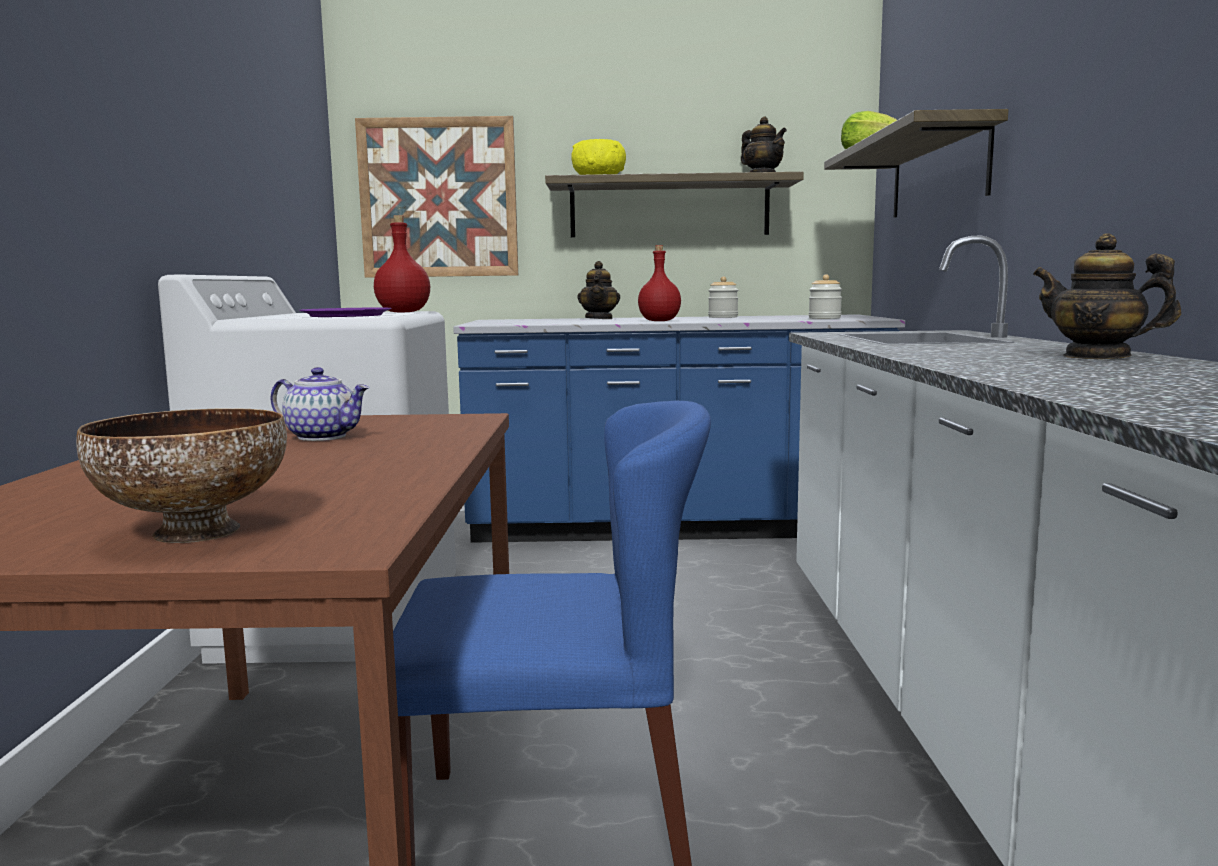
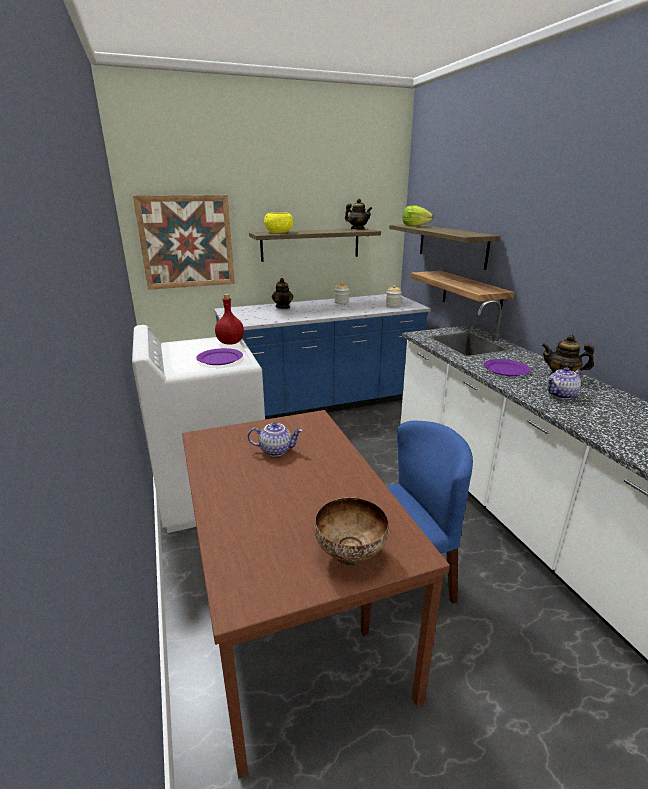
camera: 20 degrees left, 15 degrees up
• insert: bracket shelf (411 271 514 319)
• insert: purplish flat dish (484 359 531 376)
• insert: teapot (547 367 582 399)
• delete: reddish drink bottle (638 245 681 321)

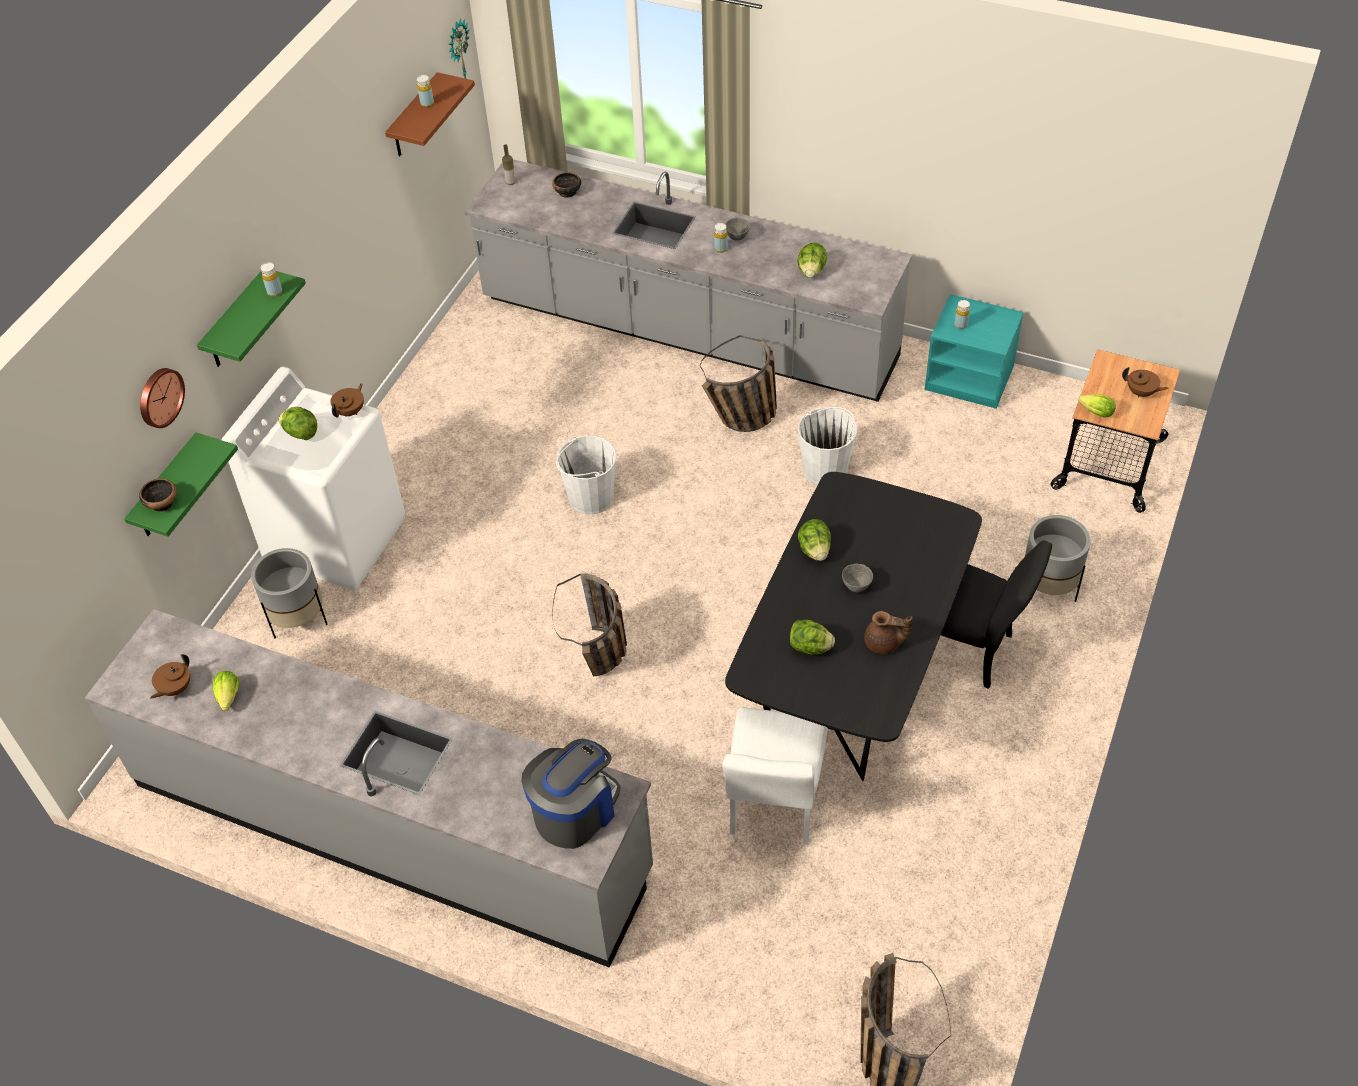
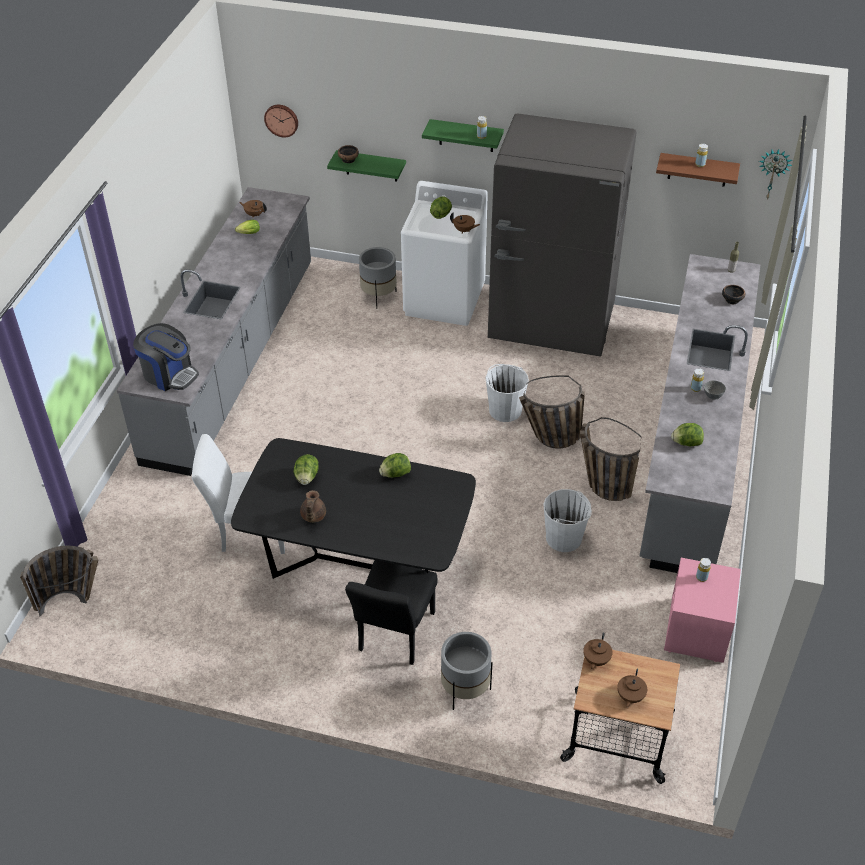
camera: 80 degrees right, 5 degrees down
• move: clock on the wall (140 368 185 428) to (264 105 298 138)
• insert: gray kitchen fridge (488 113 637 357)
• move: storage basket (552 573 627 677) to (519 375 585 449)
• replace: head of lettuce (1078 394 1116 418) to brown-coloured teapot (583 633 613 669)
• recolor: turquoise-coloured nightstand (925 294 1024 409) to pink-coloured nightstand (664 558 741 663)
• delete: gray serving bowl (842 564 873 592)

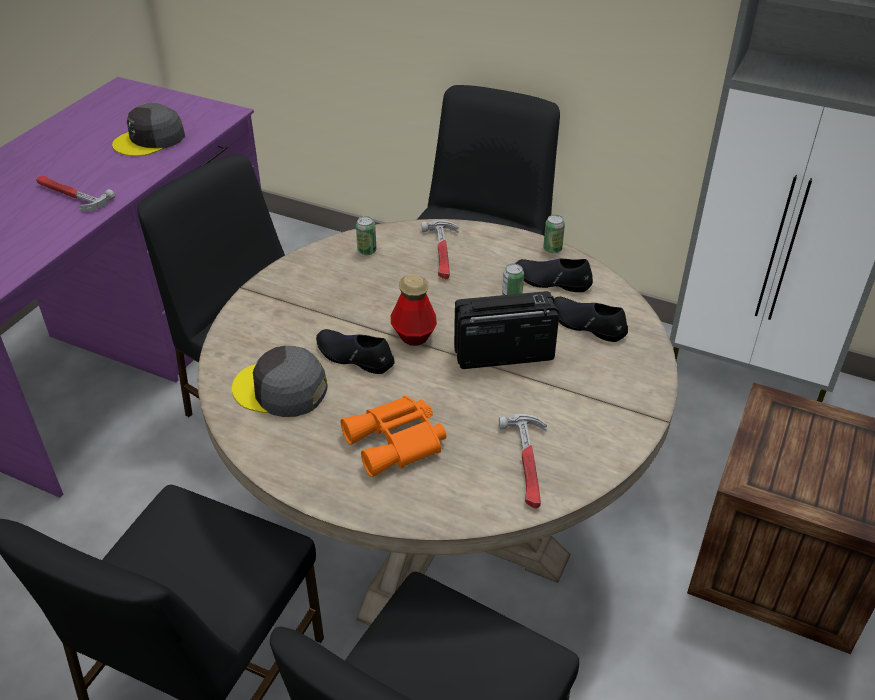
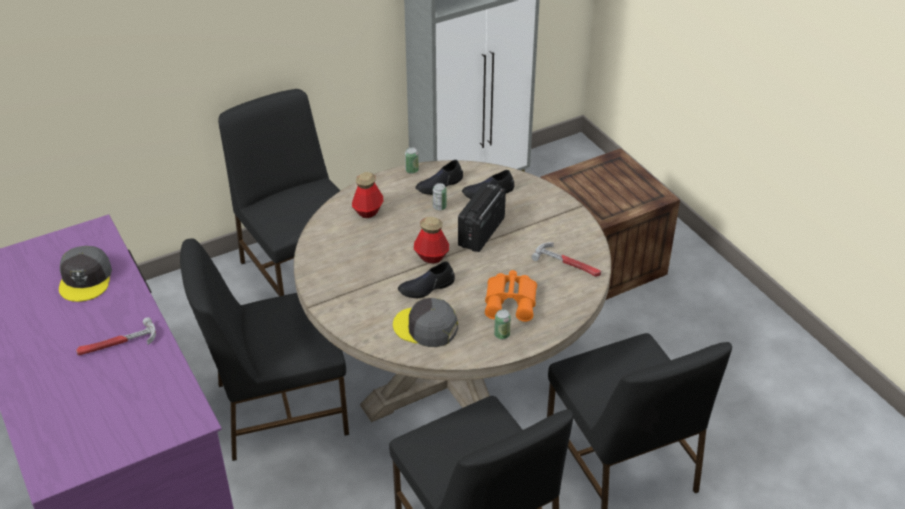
camera: 55 degrees left, 0 degrees up
• replace: tool hammer (422 220 459 279) to drink bottle (352 172 383 218)
• rotate: gray cap (232 346 328 417) = (393 298 458 347) 60 degrees clockwise
• move: metal can (356 216 377 255) to (494 309 511 339)

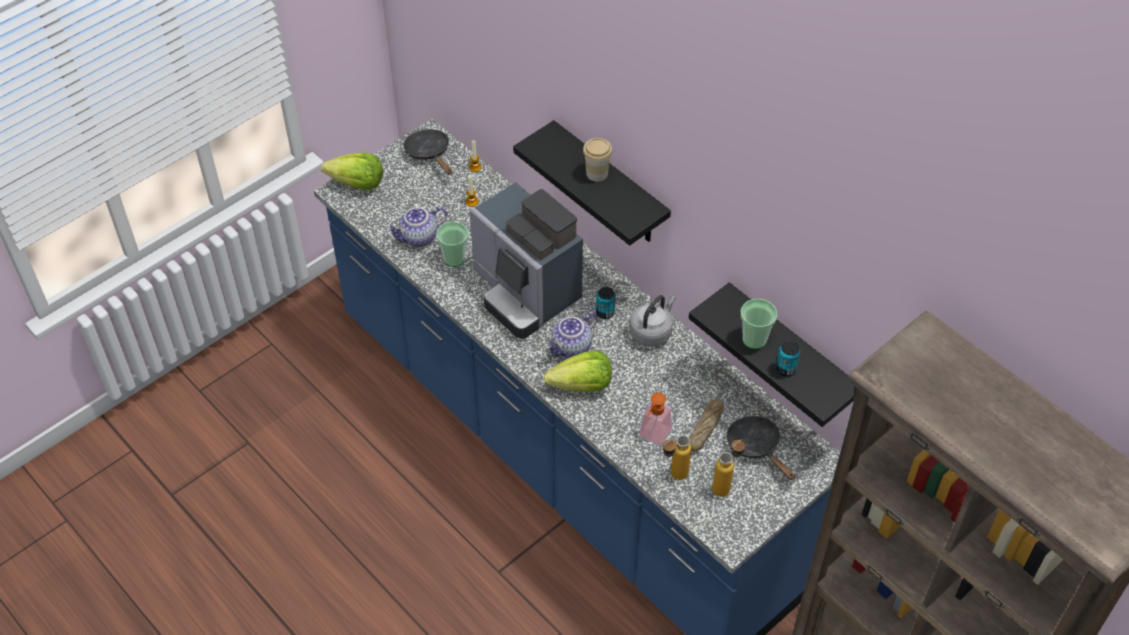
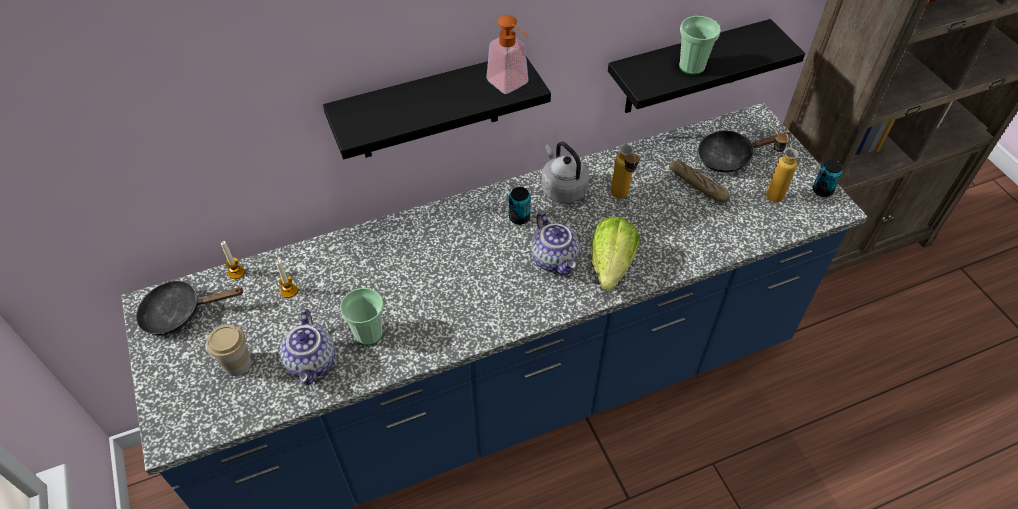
camera: 70 degrees left, 0 degrees up
• move: drinking cup (583 138 612 182) to (206 325 251 376)
• move: soap bottle (639 393 672 445) to (486 15 529 94)
• move: drink bottle (663 435 691 480) to (611 145 639 199)
• move: metal can (776 341 800 376) to (812 160 843 197)
• delete: head of lettuce (321 153 383 190)
• delete: coffee brewer (470 182 583 339)

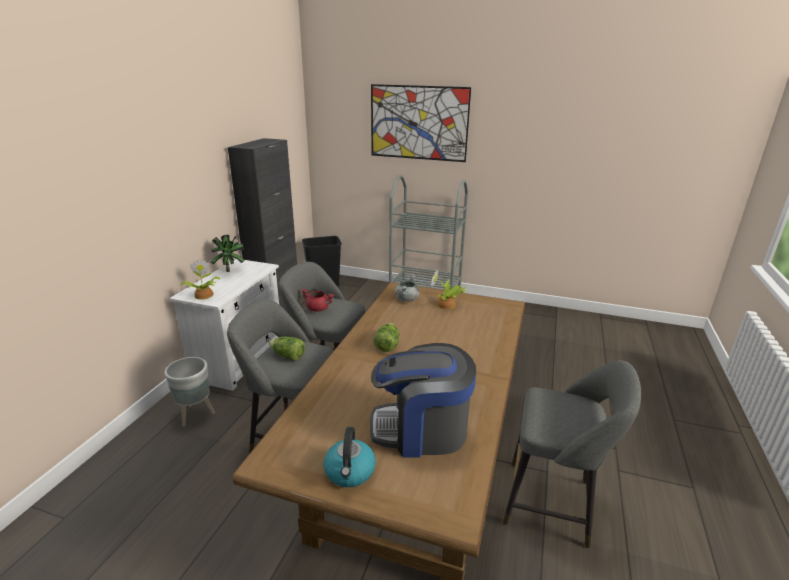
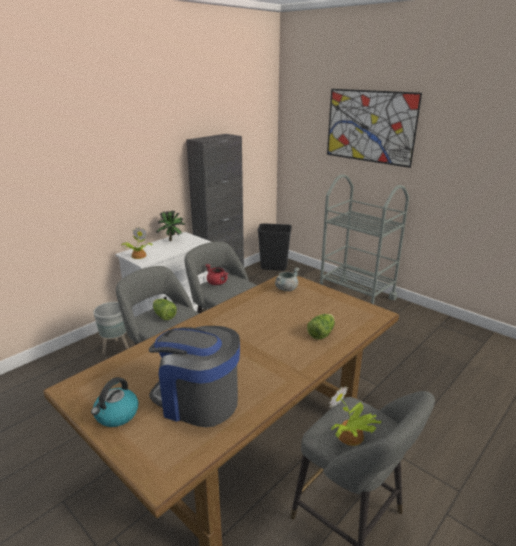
camera: 25 degrees right, 0 degrees up
• move: head of lettuce (373 323 399 352) to (307 314 335 340)
• move: plant in a pot (431 269 466 309) to (330 386 381 446)

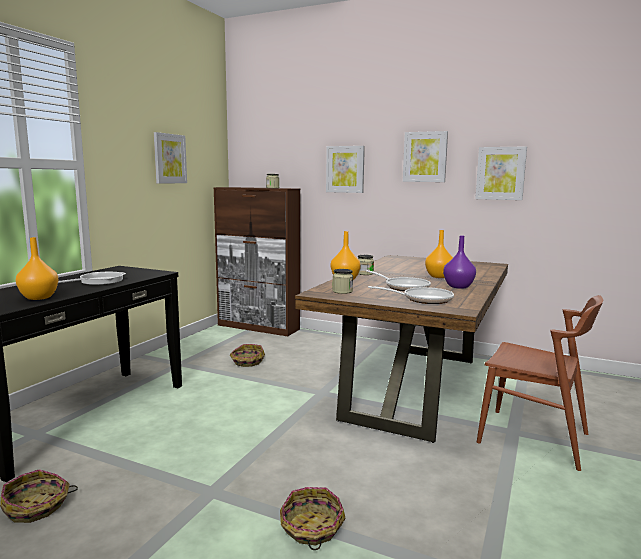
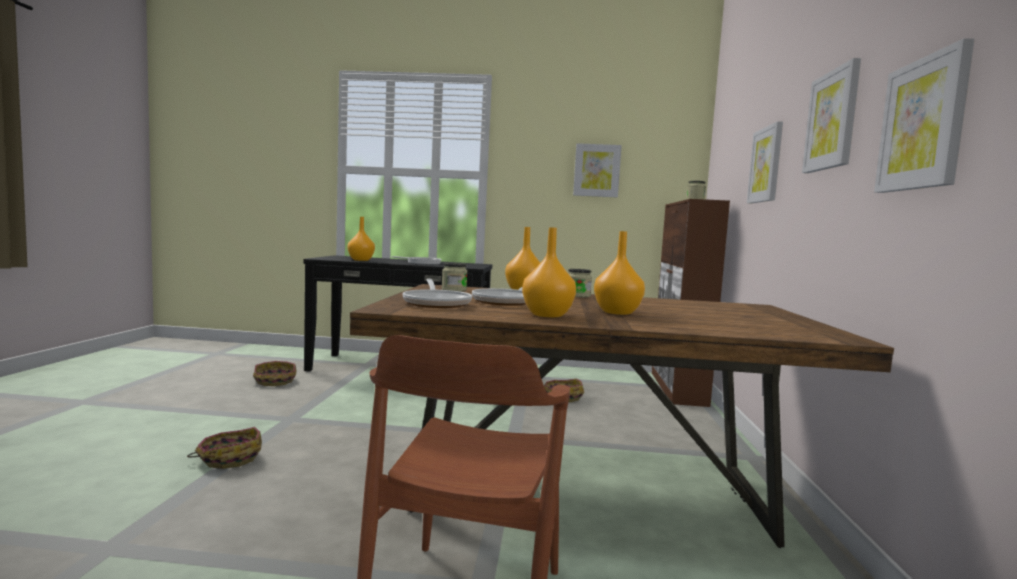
camera: 70 degrees right, 5 degrees down
• recolor: purplish decorative vase (443 235 476 289) to orangey decorative vase (522 227 576 317)

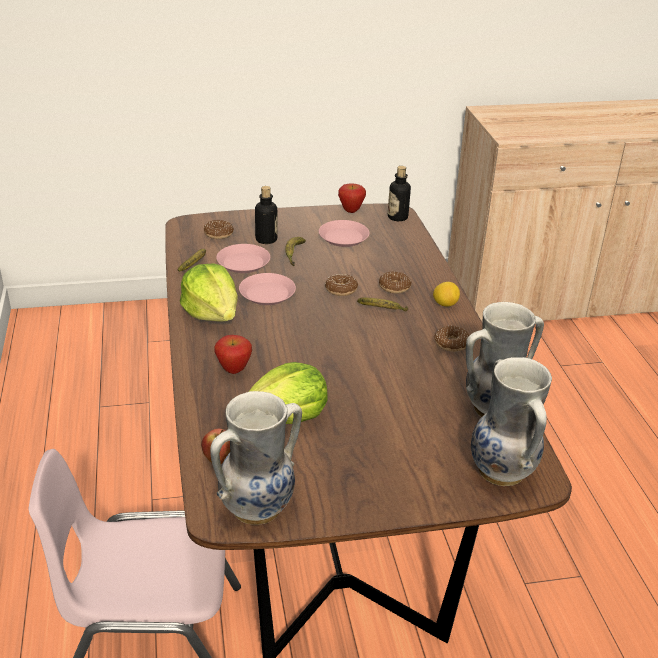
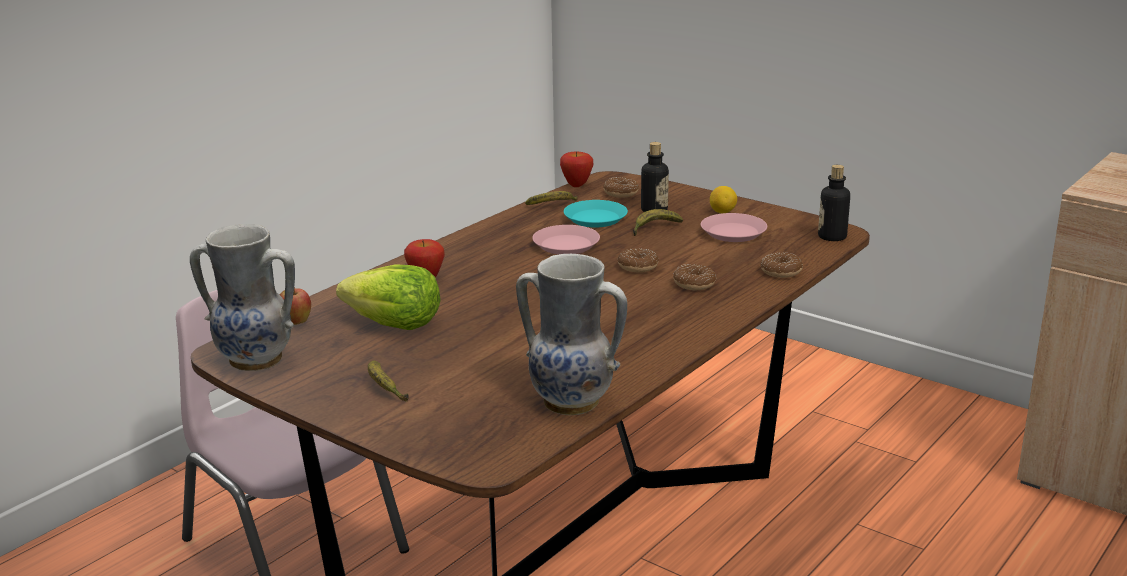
camera: 50 degrees right, 10 degrees down
• move: whole banana (357 297 408 311) to (368 360 409 402)
• move: apple (338 184 366 213) to (560 151 593 187)
• recolor: pink-coloured flat dish (216 244 270 273) to turquoise-coloured flat dish (564 200 628 227)
• move: citrus fruit (433 282 460 307) to (710 186 737 213)
• move: ring doughnut (434 325 469 352) to (760 252 803 278)
• delete: head of lettuce (180 263 238 321)
• delete: decorative vase (471 357 552 486)

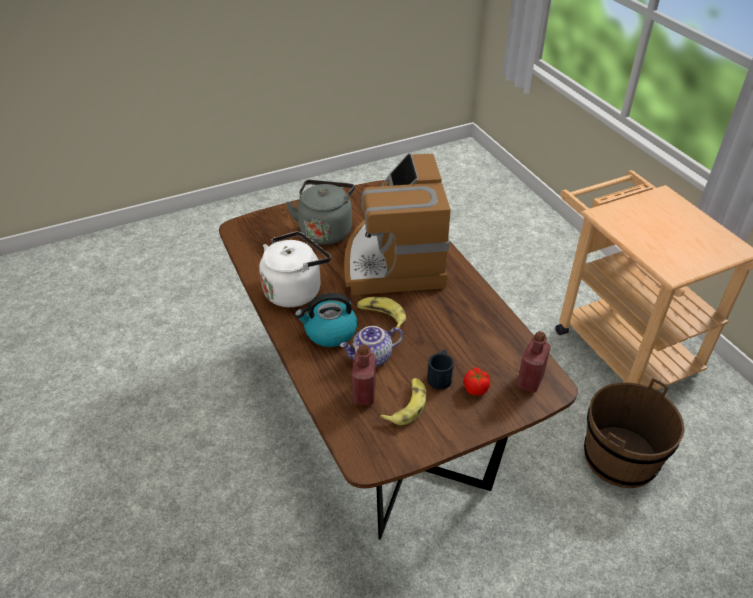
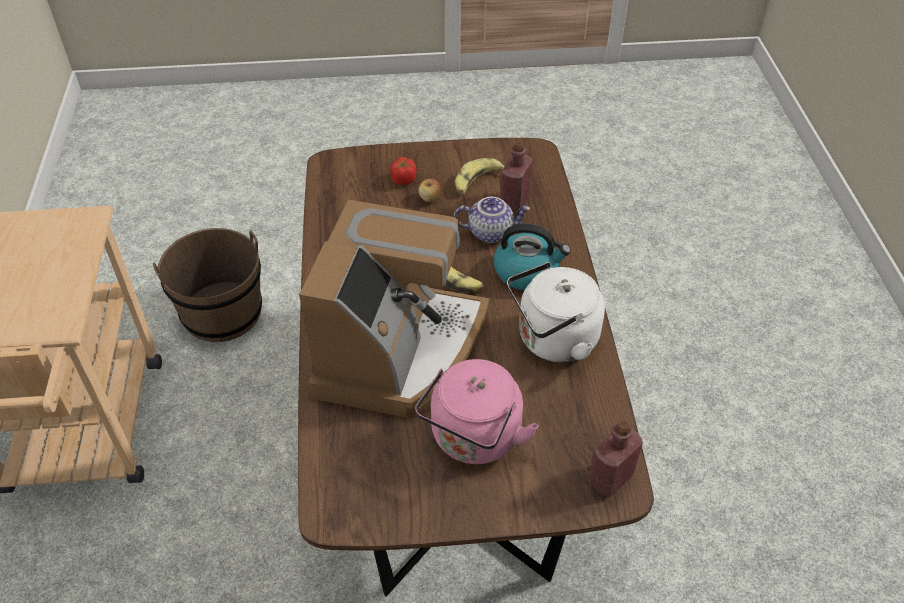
camera: 160 degrees left, 5 degrees up
• recolor: gray water kettle (286 180 355 245) to pink-coloured water kettle (415 359 539 464)
• replace: black coffee mug (427 350 454 390) to apple (418 179 441 202)
• move: reddish drink bottle (517 331 551 393) to (588 420 643 497)

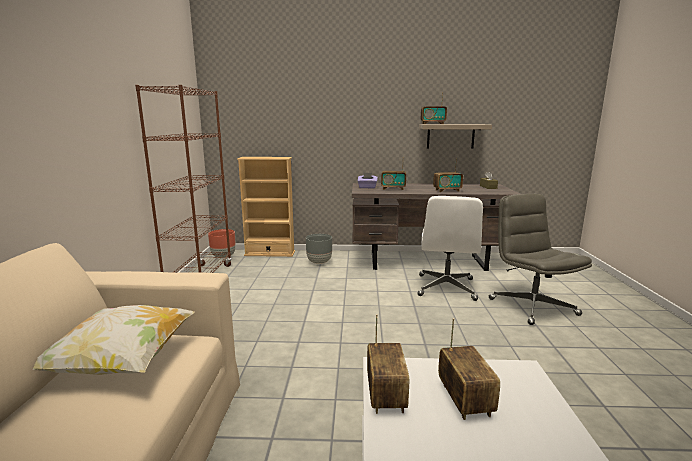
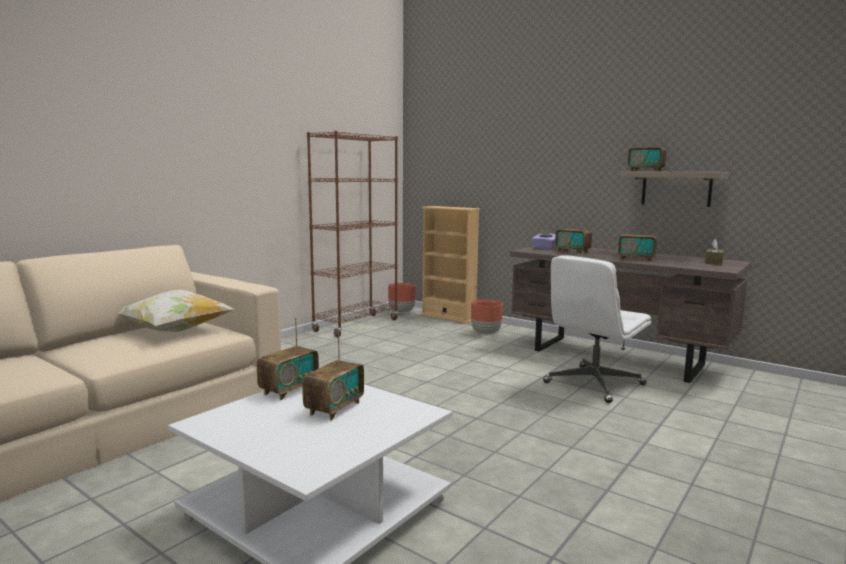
camera: 35 degrees right, 5 degrees down
• recolor: gray planter (306 234 332 264) to brown-coloured planter (471 299 503 335)
• delete: gray desk chair (489 194 592 325)

